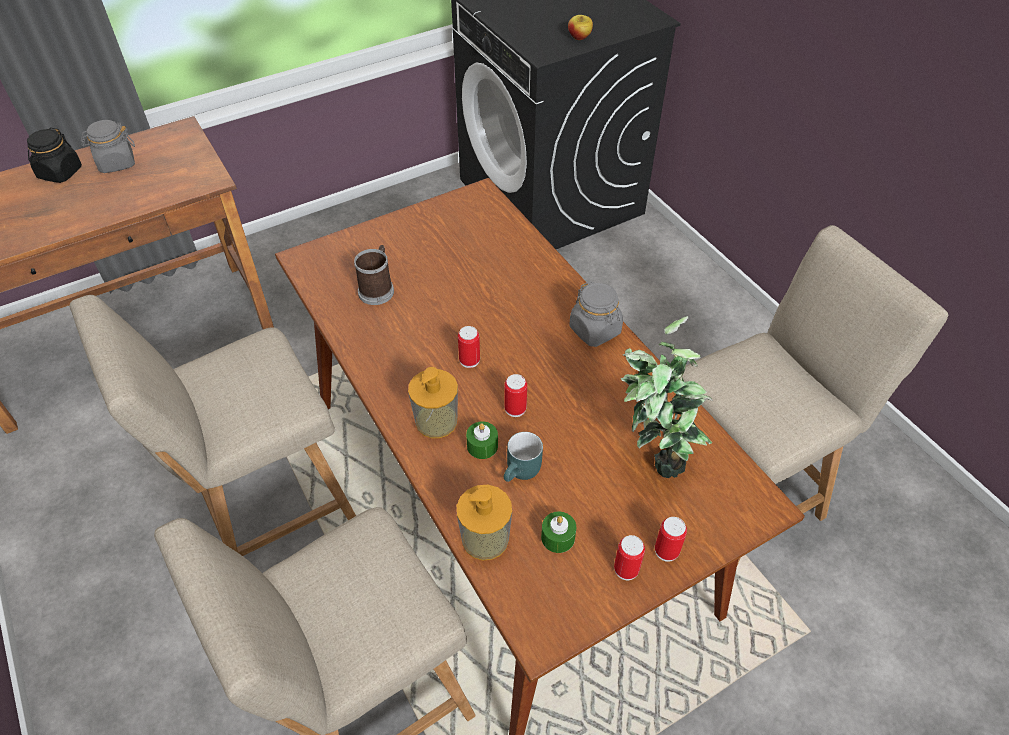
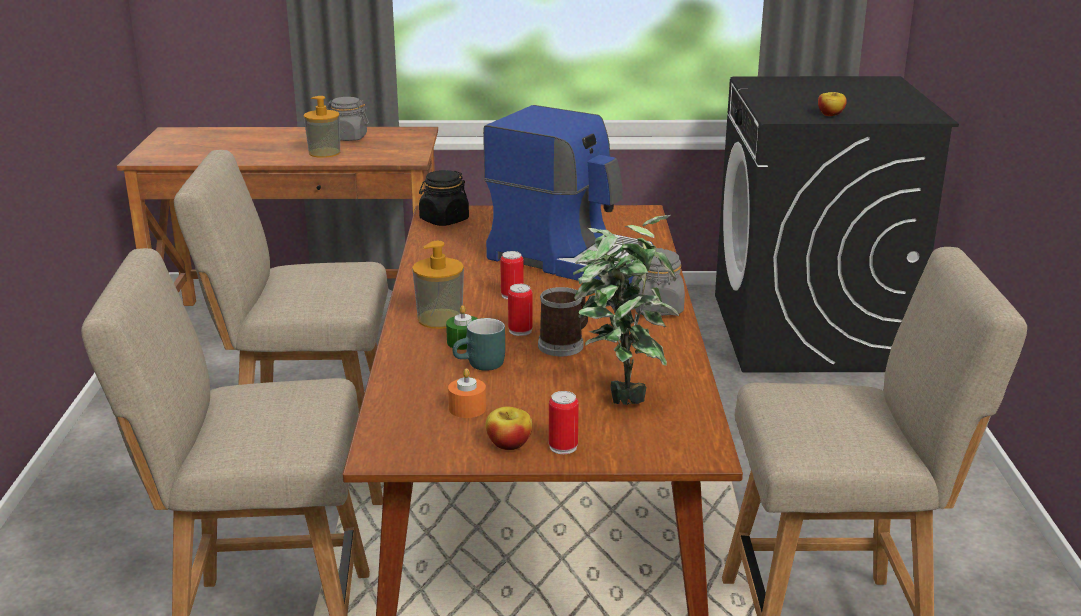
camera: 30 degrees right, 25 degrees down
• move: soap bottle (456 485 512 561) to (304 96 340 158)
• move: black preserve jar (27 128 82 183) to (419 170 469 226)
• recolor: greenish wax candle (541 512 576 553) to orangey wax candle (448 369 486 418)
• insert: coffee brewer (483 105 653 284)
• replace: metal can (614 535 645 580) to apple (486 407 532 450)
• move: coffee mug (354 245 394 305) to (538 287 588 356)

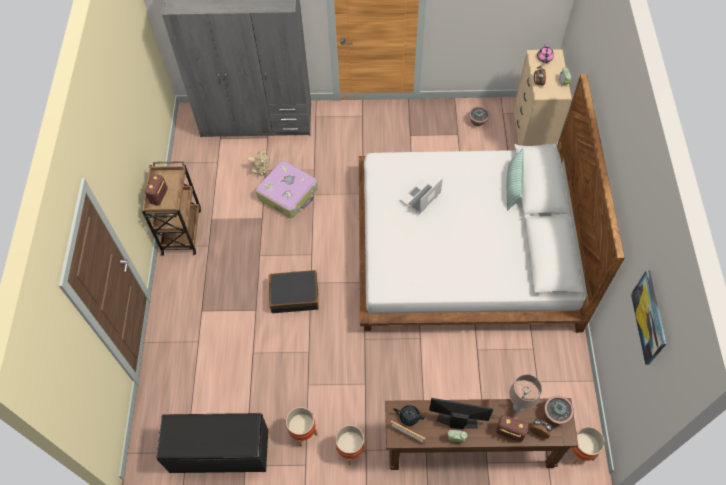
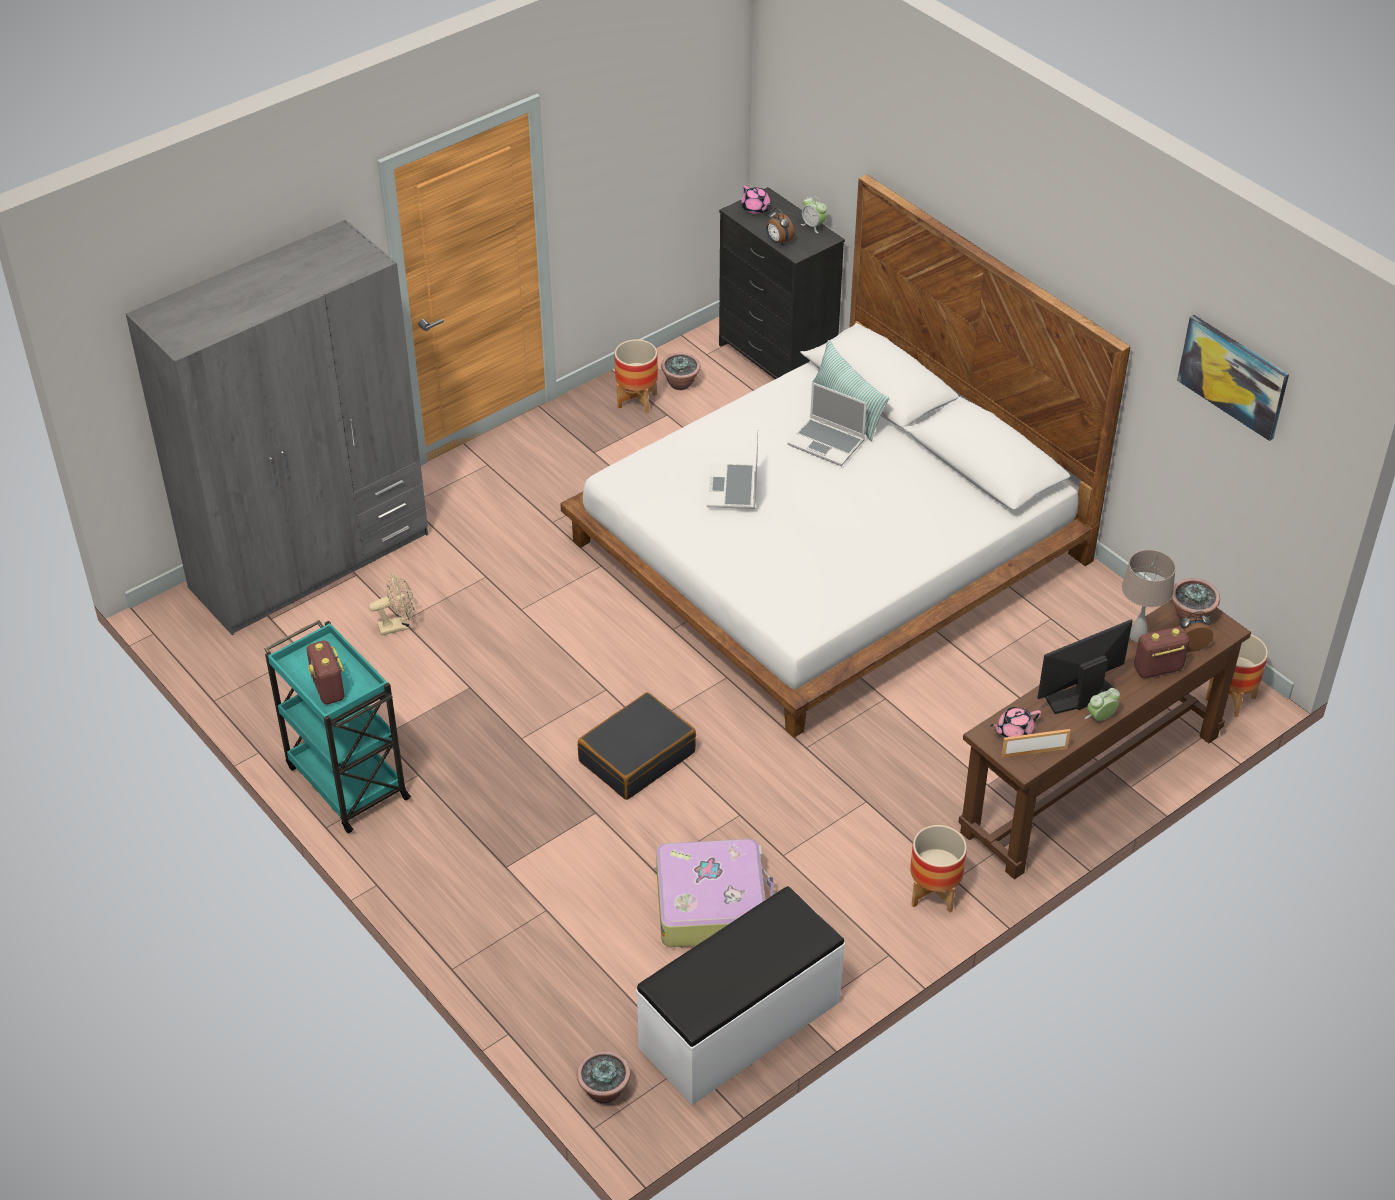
camera: 40 degrees left, 15 degrees down
• recolor: brown-coloured wheeled cart (142 161 201 255) to turquoise-coloured wheeled cart (265 620 411 834)
• insert: plant in a pot (577 1051 631 1104)
• move: planter (286 407 317 447) to (614 339 658 413)
• recolor: black indoor bench (156 413 268 473) to white indoor bench (636 886 845 1105)
• move: piece of luggage (256 161 318 218) to (656 839 774 947)
• recolor: sand-coloured dresser (513 49 572 146) to black dresser (719 187 845 379)
• insert: portable computer (788 382 867 466)
• recolor: black teapot (393 405 425 426) to pink-coloured teapot (990 707 1041 737)

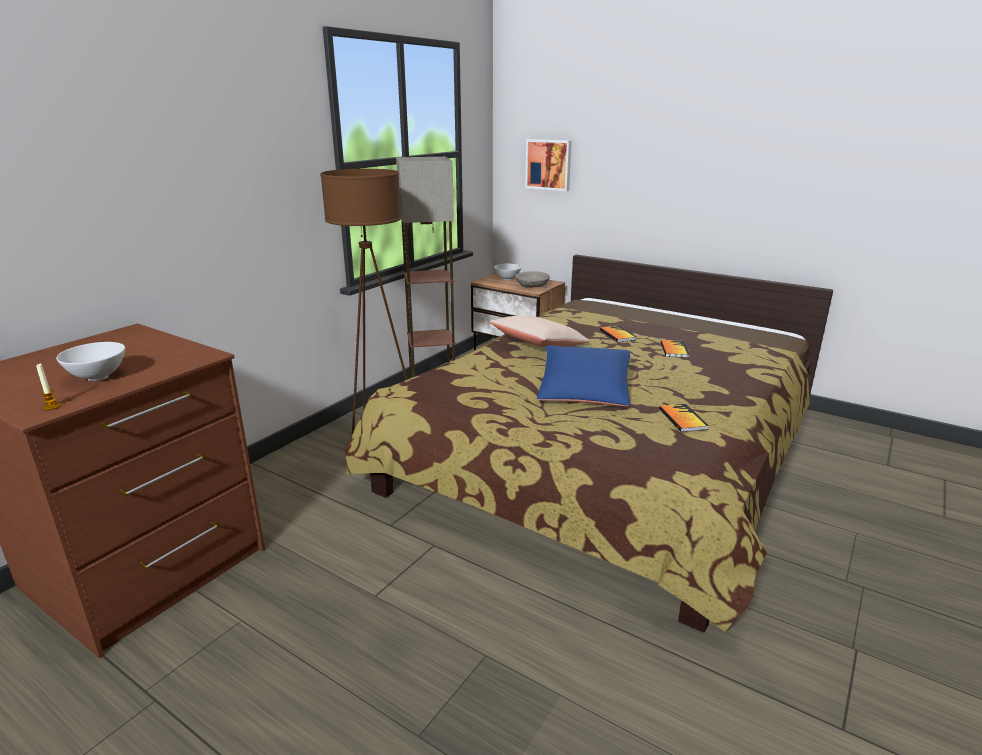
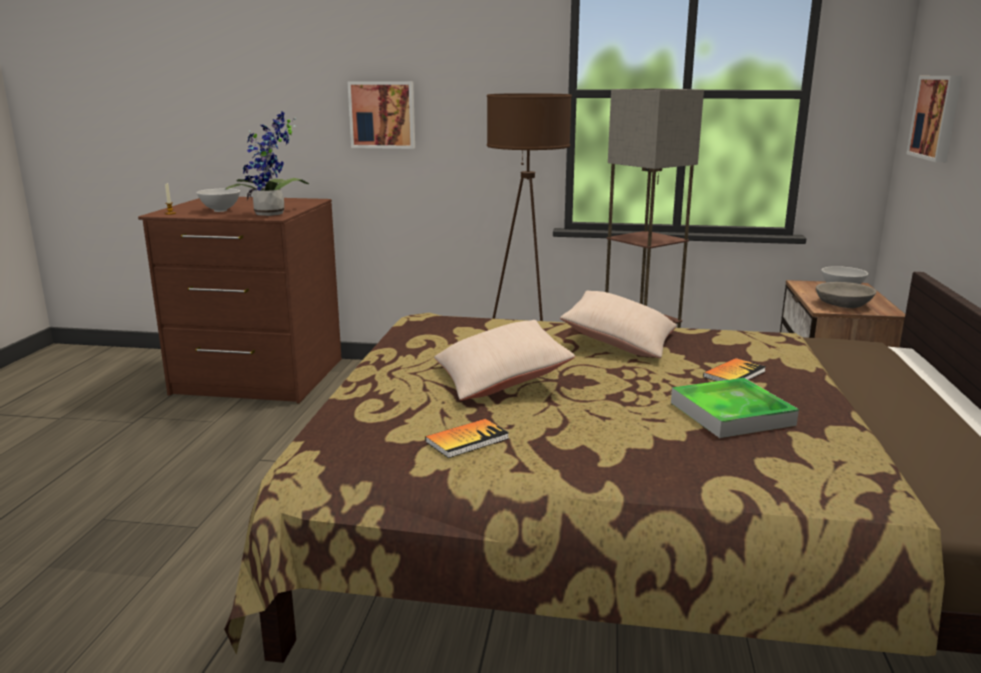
camera: 65 degrees right, 5 degrees down
• insert: plant in a pot (225 111 309 216)
• insert: picture (348 81 415 149)
• recolor: bluish cushion (537 345 630 407) to sand-coloured cushion (434 320 575 400)
• replace: book (660 340 690 358) to tray (671 378 799 438)

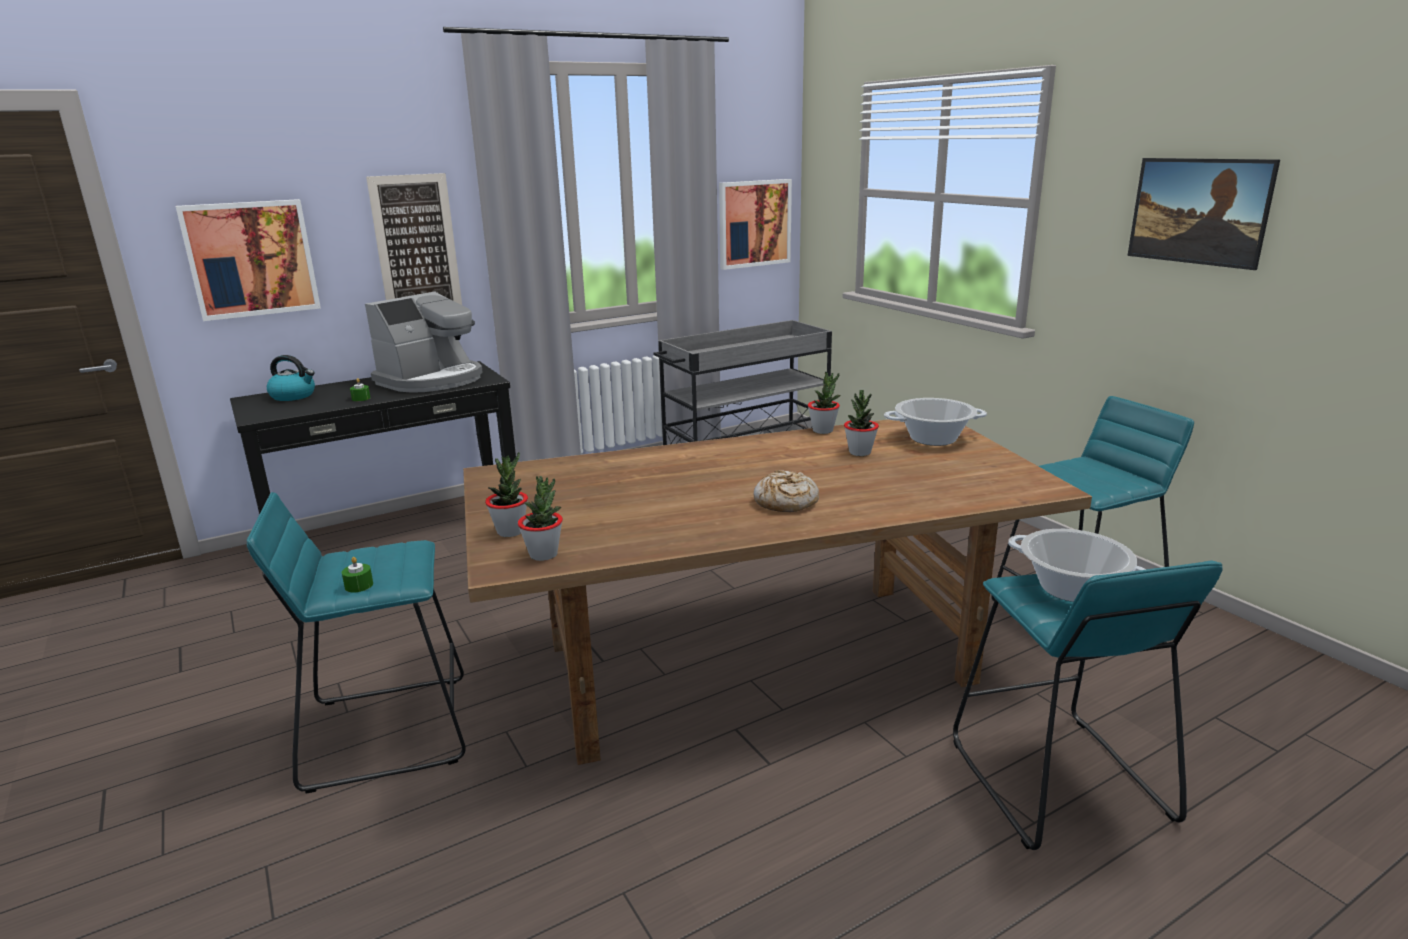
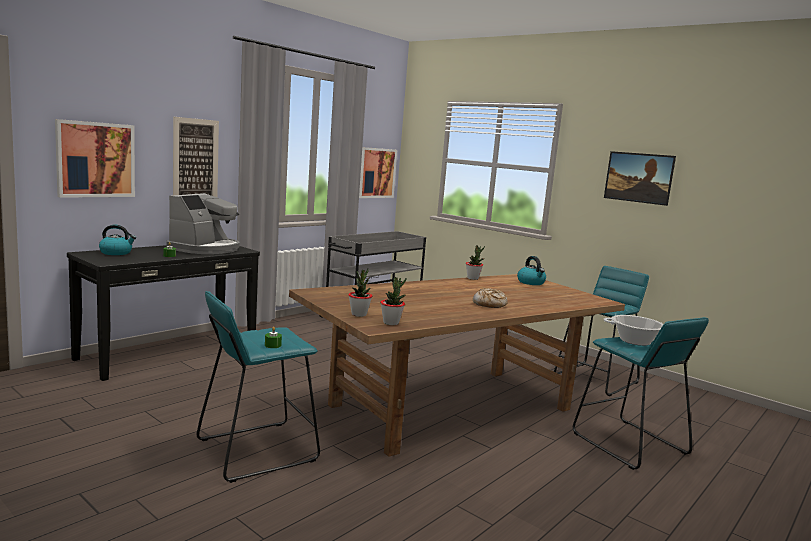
camera: 20 degrees left, 10 degrees down
• replace: saucepot (884 398 987 446) to water kettle (517 256 546 285)
• delete: plant in a pot (844 390 879 456)

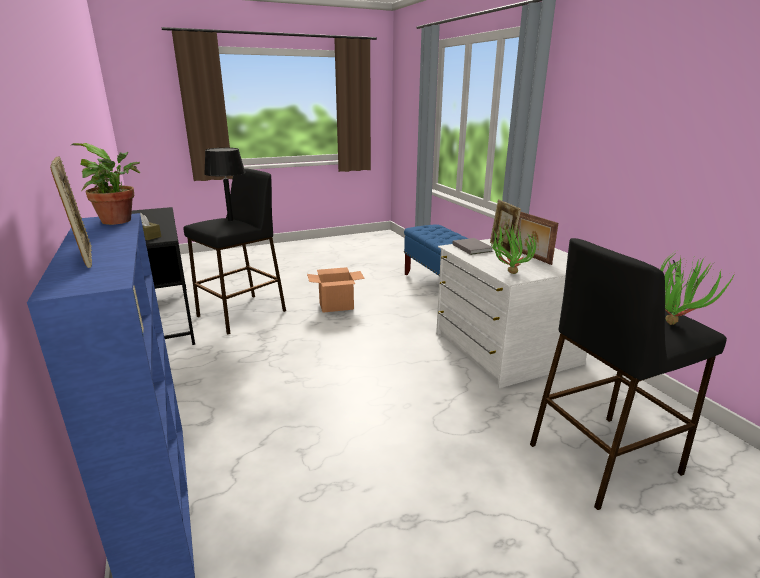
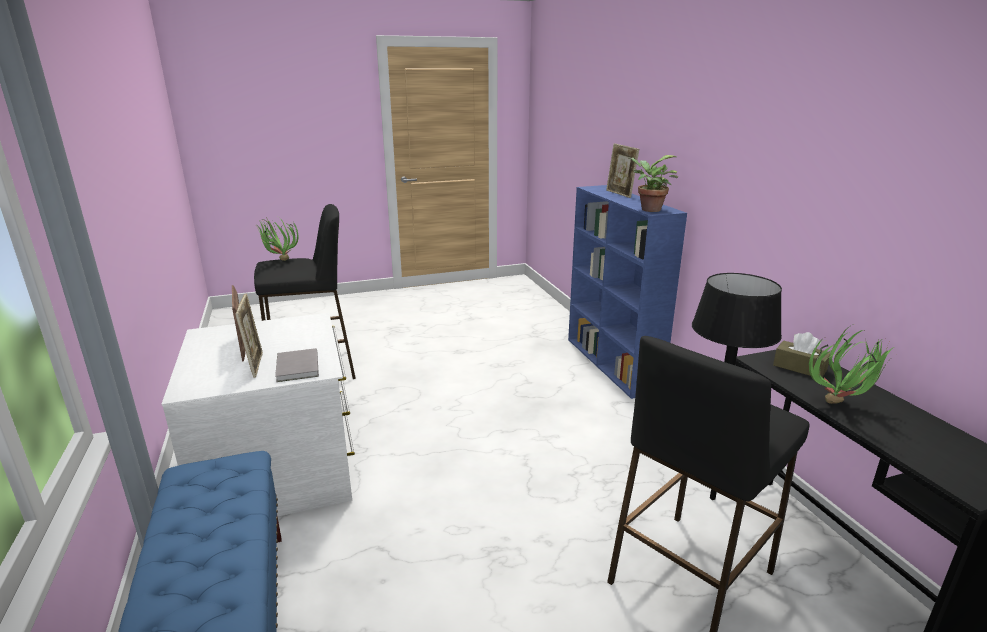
camera: 175 degrees left, 0 degrees up
• move: plant in a pot (491 222 536 274) to (809 326 897 404)
• delete: cardboard box (307 267 365 313)

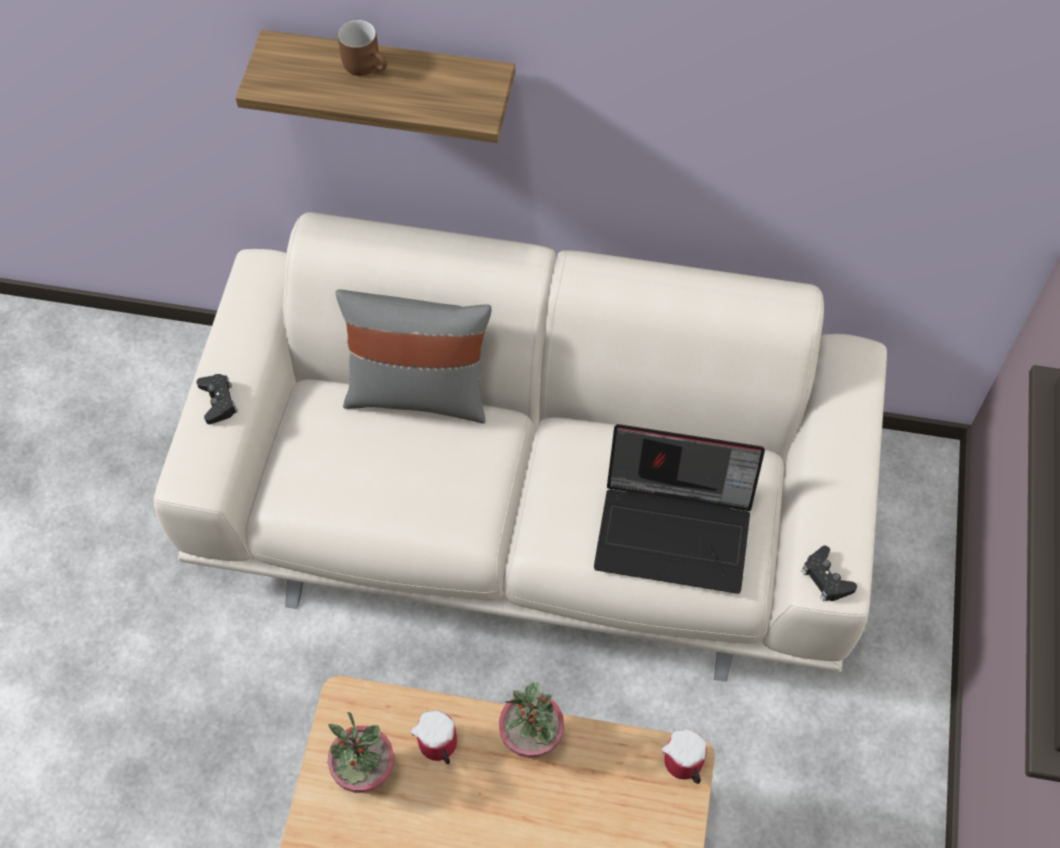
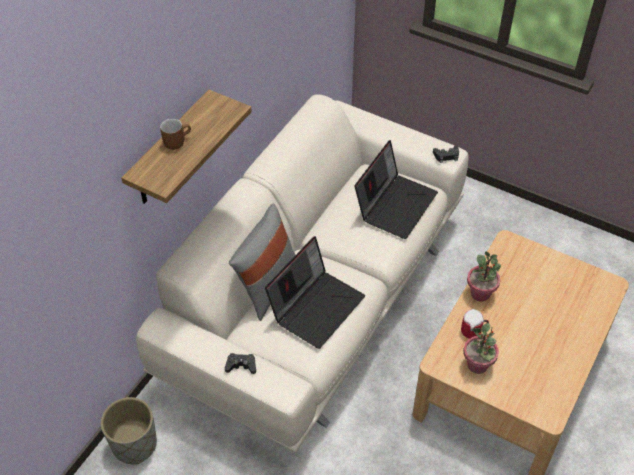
camera: 70 degrees left, 10 degrees down
• insert: gray planter (101 397 157 465)
• insert: portable computer (265 236 365 349)
• delete: coffee mug (662 729 707 784)

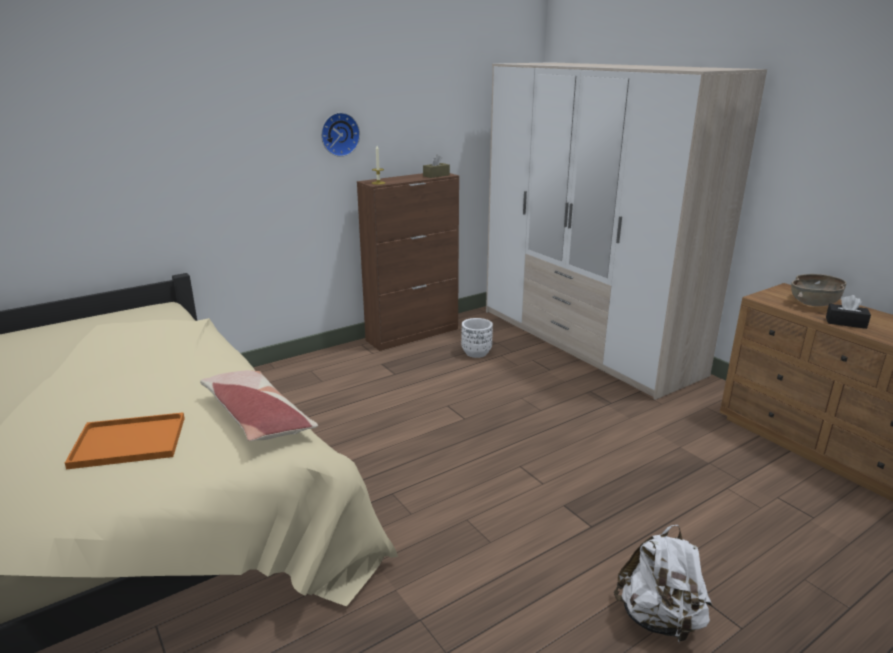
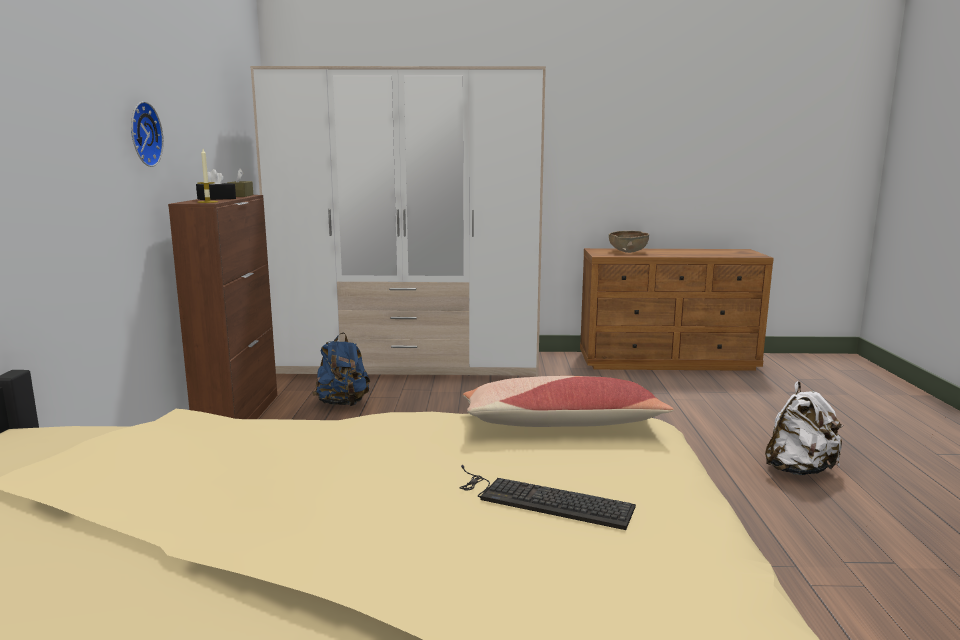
camera: 55 degrees left, 10 degrees down
• move: black tissue holder (826 295 871 329) to (196 169 236 200)
• replace: white planter (461 318 493 358) to bluish rucksack (312 332 370 406)
• replace: orangey tray (65 412 185 470) to PC keyboard (460 465 636 530)

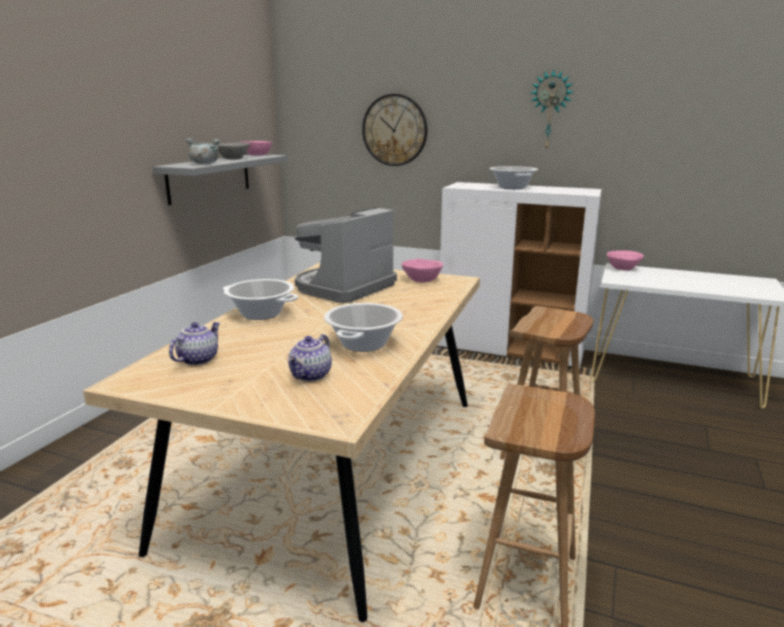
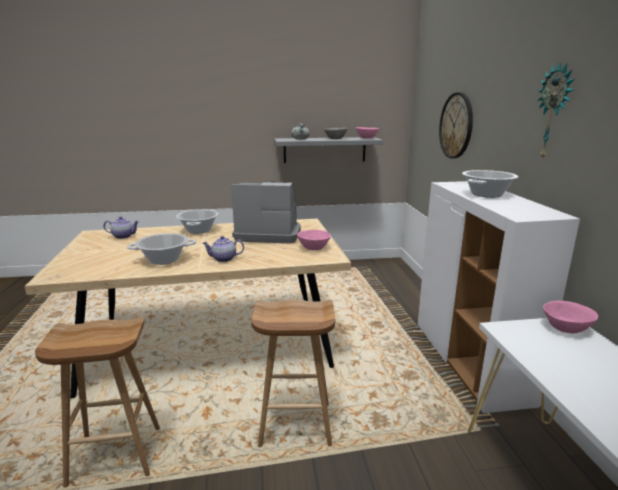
camera: 60 degrees right, 0 degrees up
• move: teapot (287 334 332 382) to (203 236 244 262)

